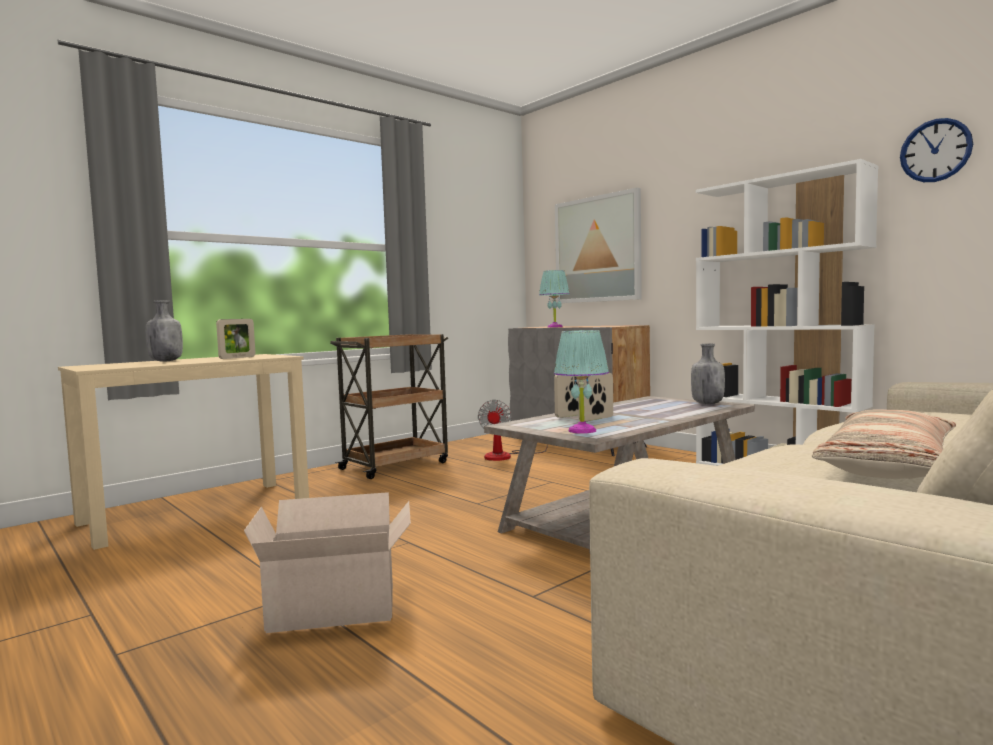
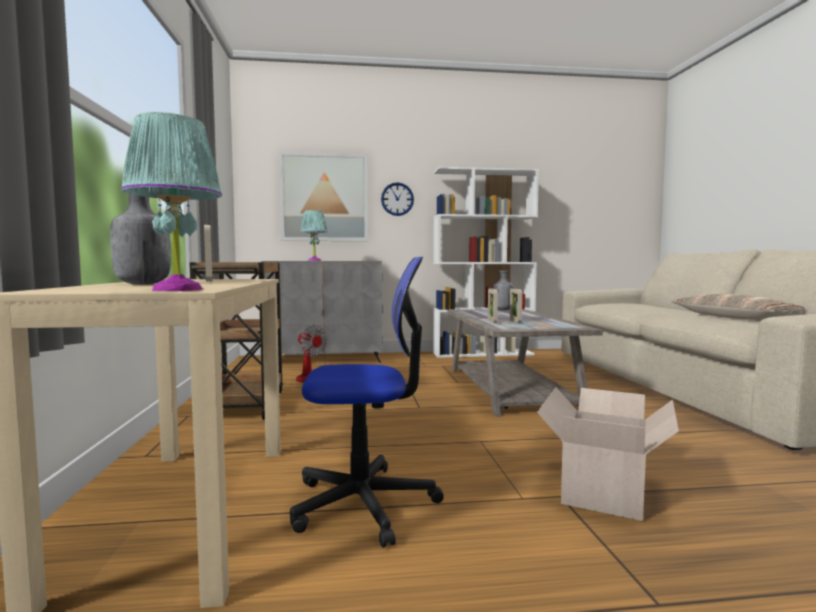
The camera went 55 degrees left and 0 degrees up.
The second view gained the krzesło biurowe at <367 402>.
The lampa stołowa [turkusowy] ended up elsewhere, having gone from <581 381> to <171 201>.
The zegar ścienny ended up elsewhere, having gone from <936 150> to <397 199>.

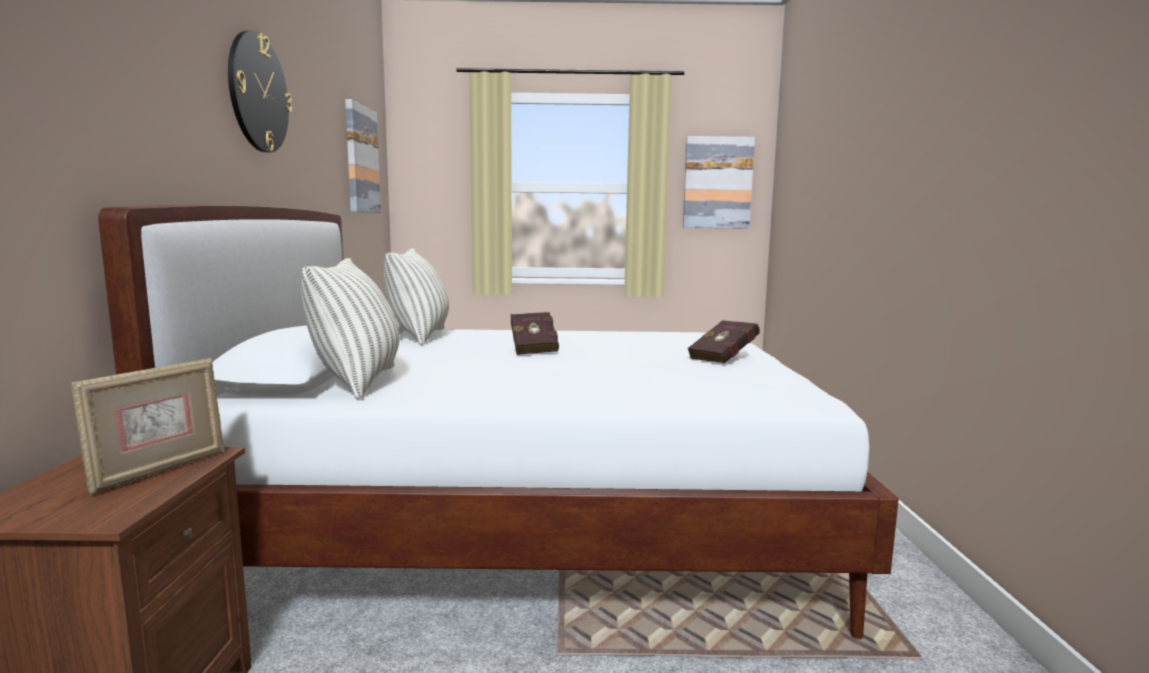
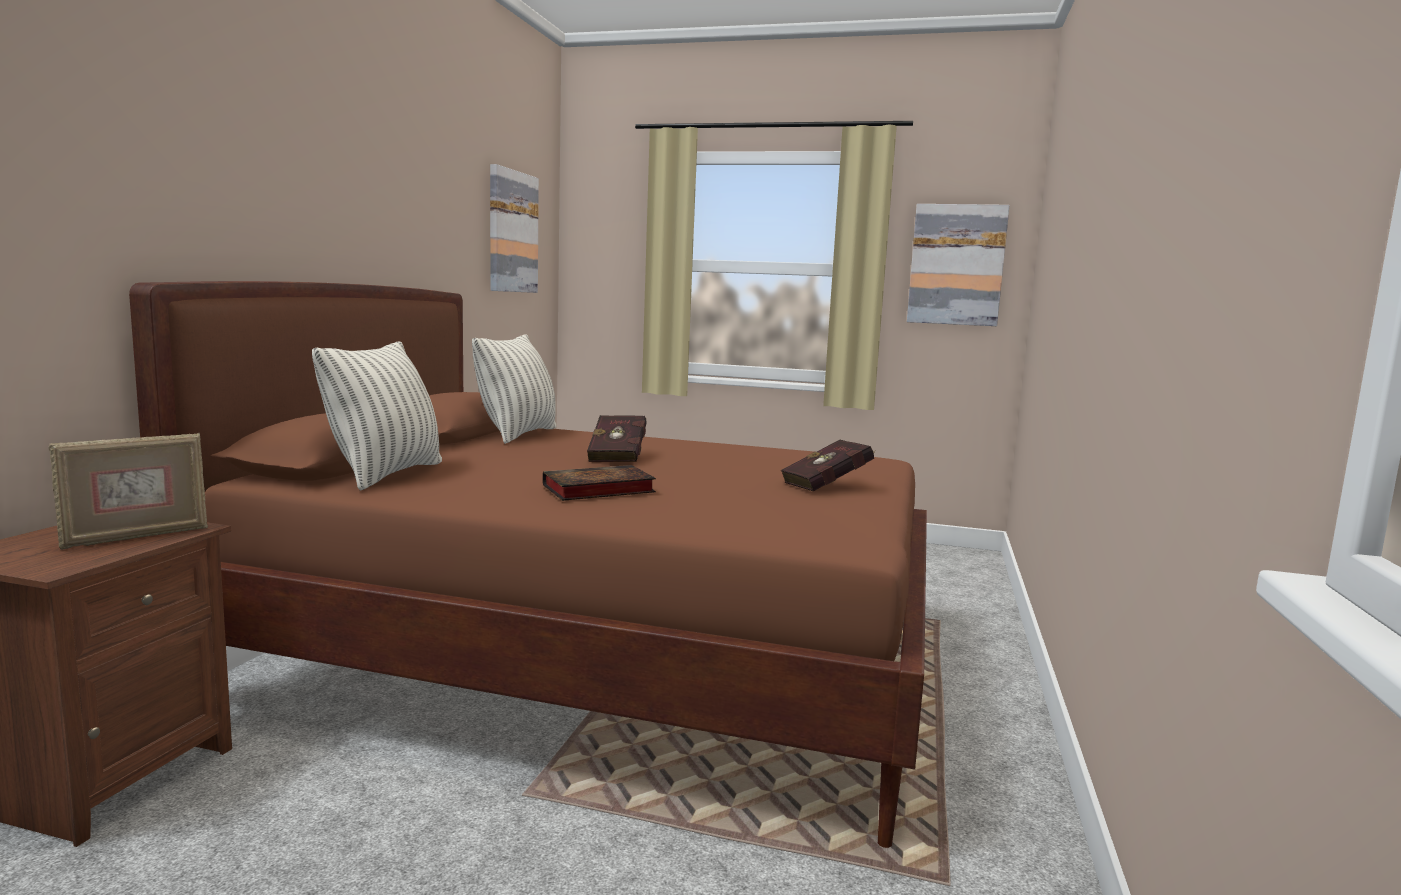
The camera went 15 degrees right and 0 degrees up.
The second view lost the zegar ścienny at <260 91>.
The second view gained the książka at <599 483>.
What was the łóżko [biały] at <498 422> turned into the łóżko [brązowy] at <528 564>.

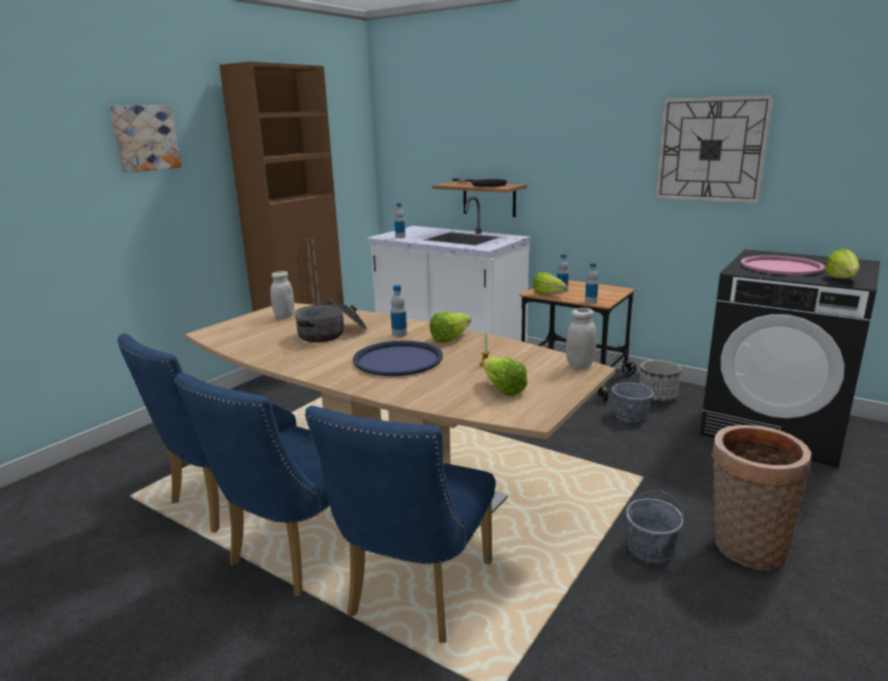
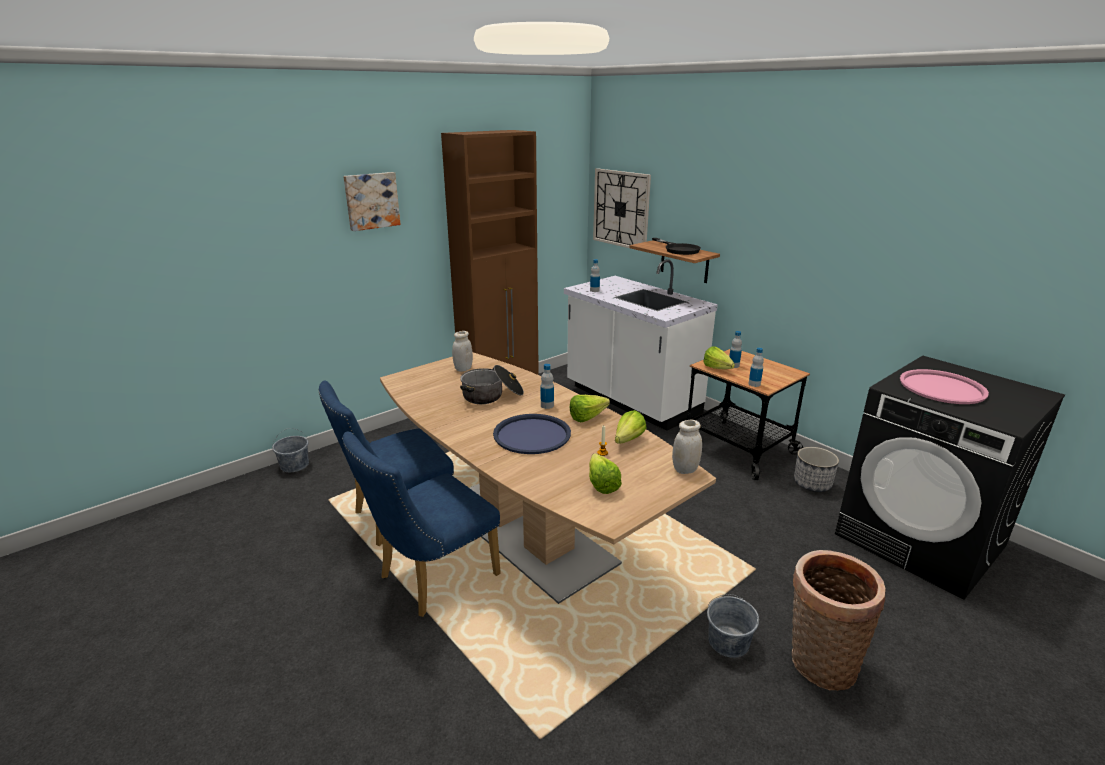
The camera went 15 degrees right and 5 degrees up.
The second view lost the krzesło [niebieski] at <400 524>.
The wiadro [szary] ended up elsewhere, having gone from <633 396> to <290 450>.
The zegar ścienny ended up elsewhere, having gone from <714 149> to <622 210>.
The sałata ended up elsewhere, having gone from <842 264> to <630 427>.

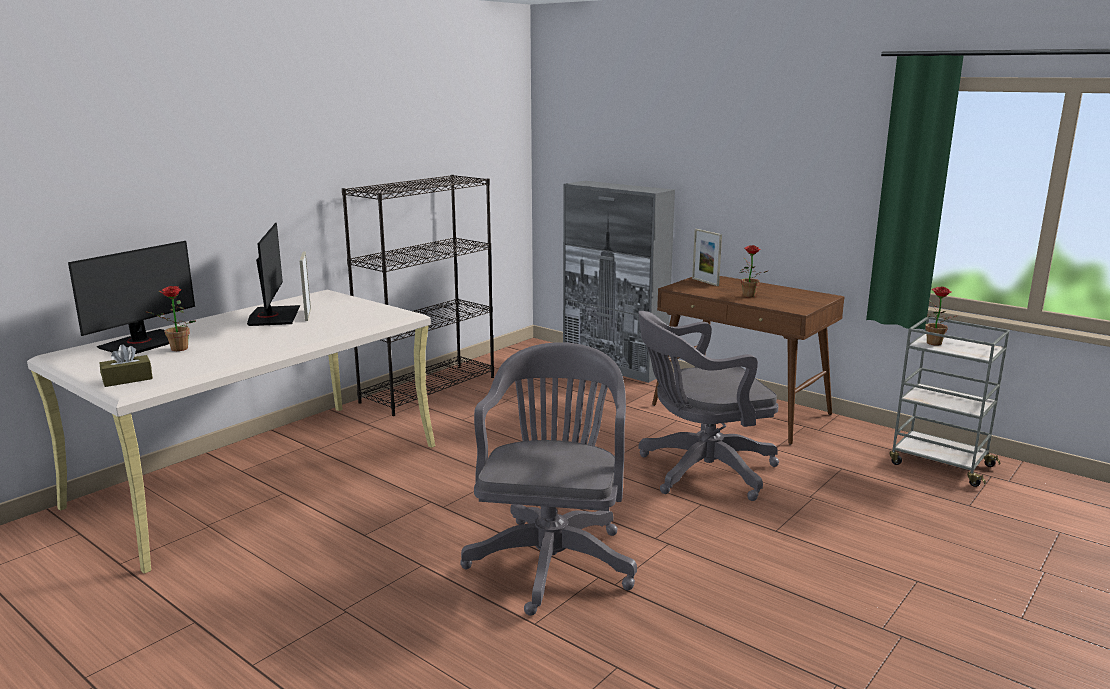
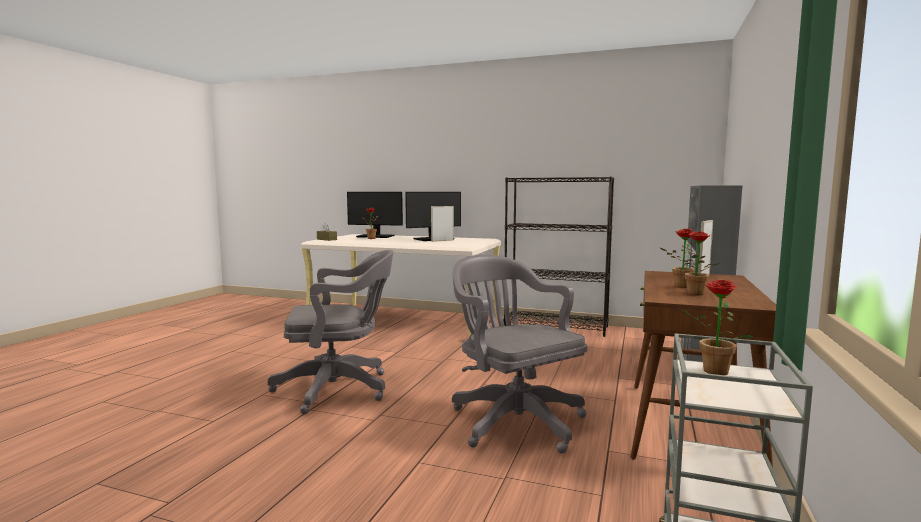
The camera went 70 degrees right and 10 degrees down.
The second view gained the roślina doniczkowa at <702 263>.

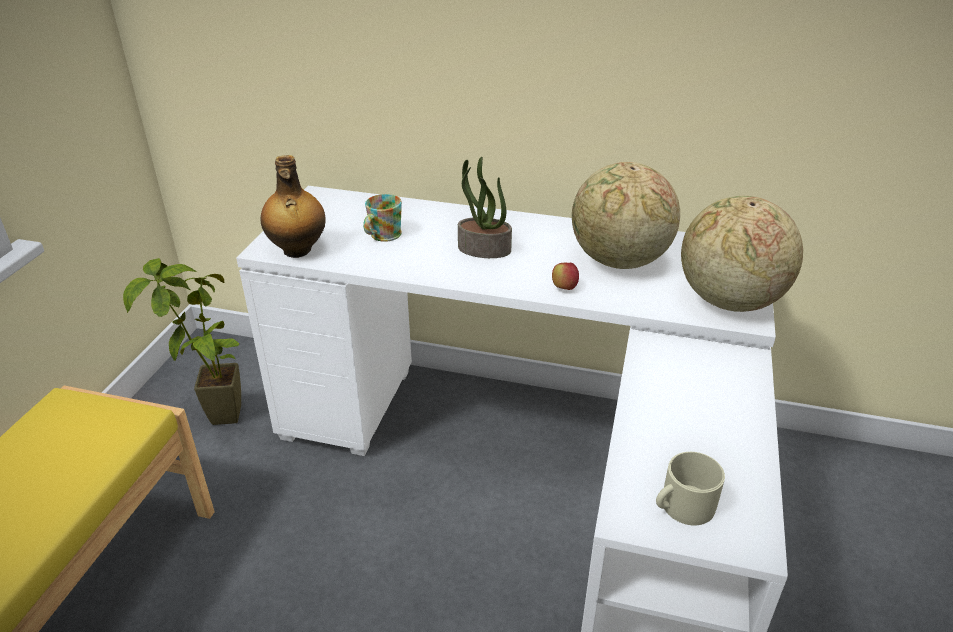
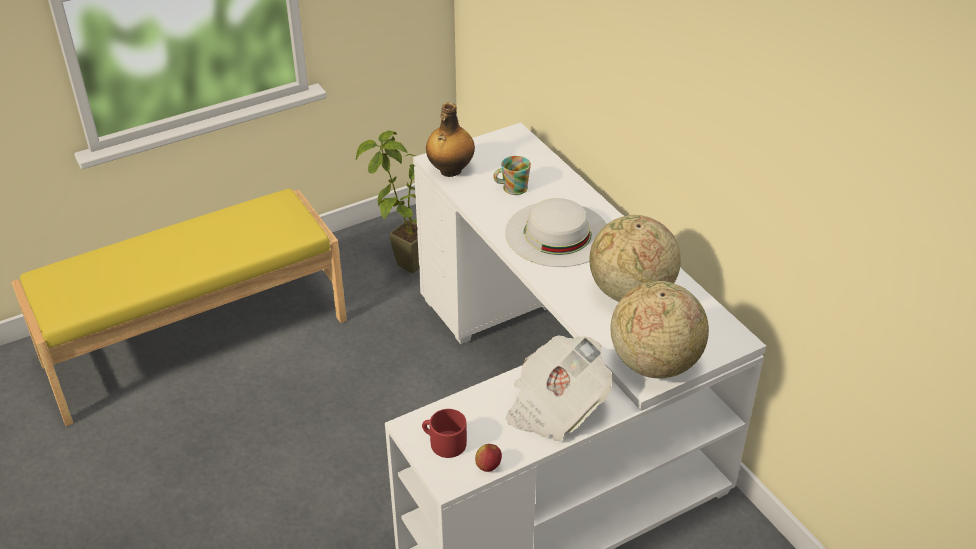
The camera went 45 degrees right and 5 degrees up.
The second view gained the gazeta at <559 388>.
The jabłko ended up elsewhere, having gone from <565 276> to <488 458>.
Where the roślina doniczkowa stood at <485 207>, the kapelusz [biały] came to stand at <556 232>.
What was the kubek [beżowy] at <690 488> turned into the kubek [czerwony] at <444 433>.

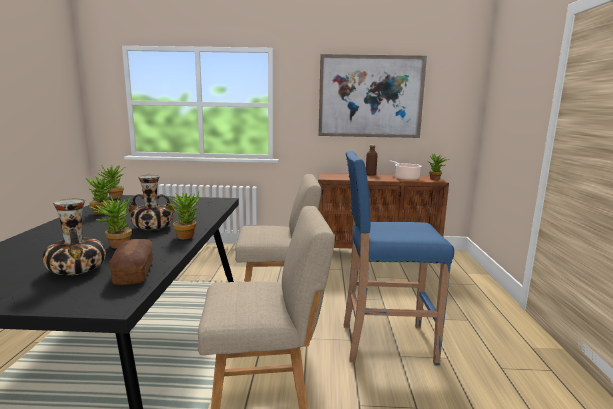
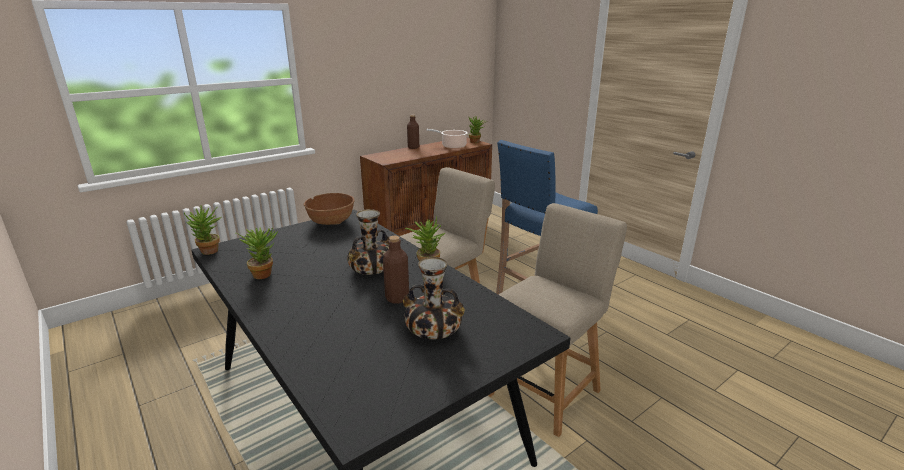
The camera went 40 degrees left and 10 degrees up.
The second view lost the chleb at <131 262>.
The second view lost the obraz at <372 96>.
The second view gained the miska [brązowy] at <329 209>.
Where the roślina doniczkowa stood at <110 221>, the butelka [brązowy] came to stand at <396 270>.

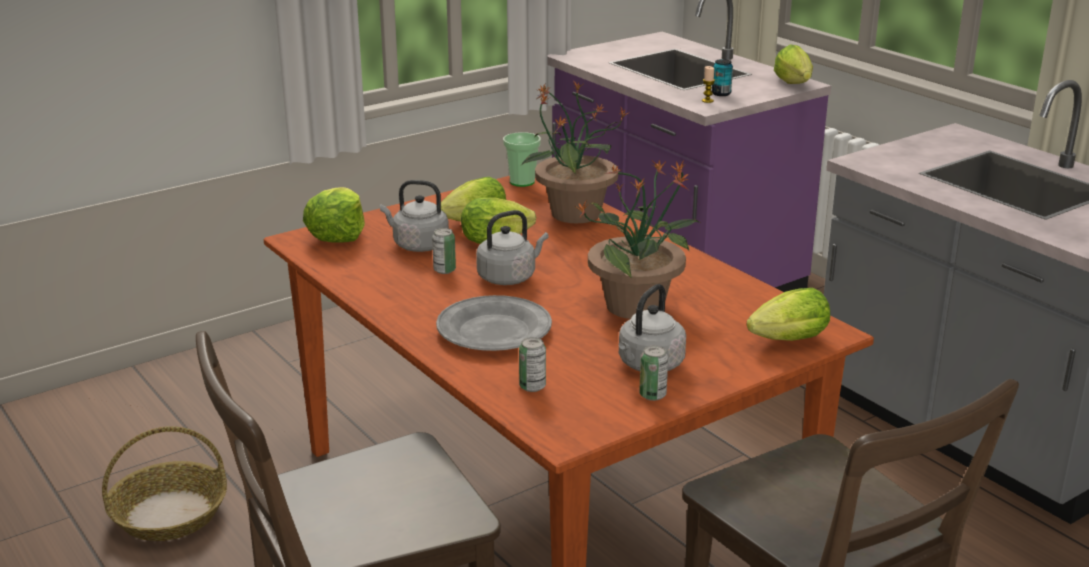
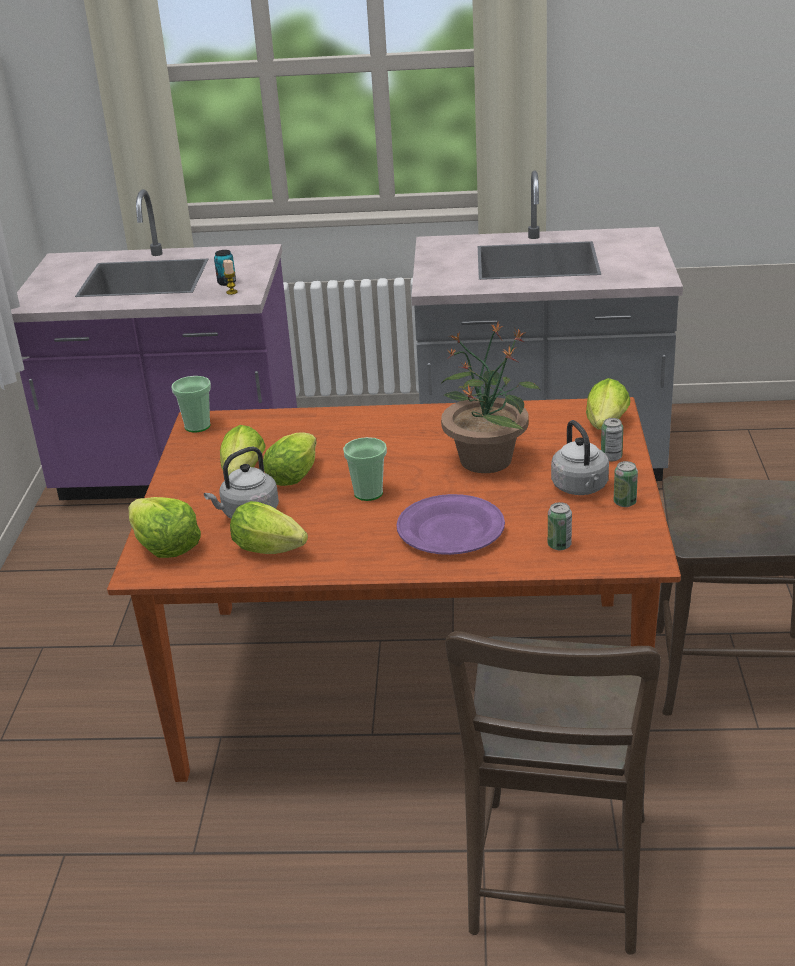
The camera went 50 degrees left and 5 degrees up.
The second view lost the koszyk at <164 483>.
The second view lost the roślina doniczkowa at <575 152>.
The puszka ended up elsewhere, having gone from <444 251> to <612 439>.
The sałata ended up elsewhere, having gone from <793 64> to <269 527>.
Where the czajnik [szary] stood at <512 247>, the filiżanka came to stand at <365 469>.
What was the talerz [szary] at <494 323> turned into the talerz [fioletowy] at <451 524>.

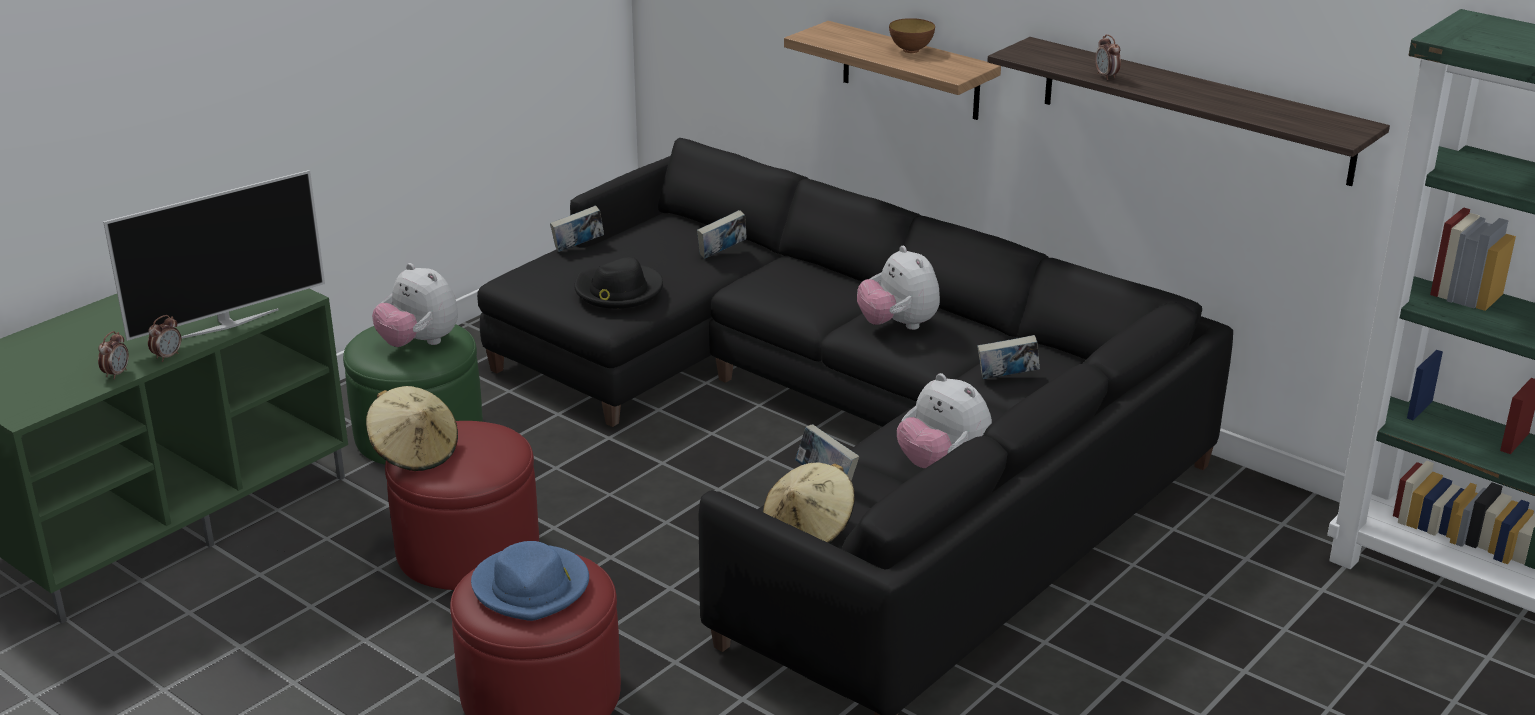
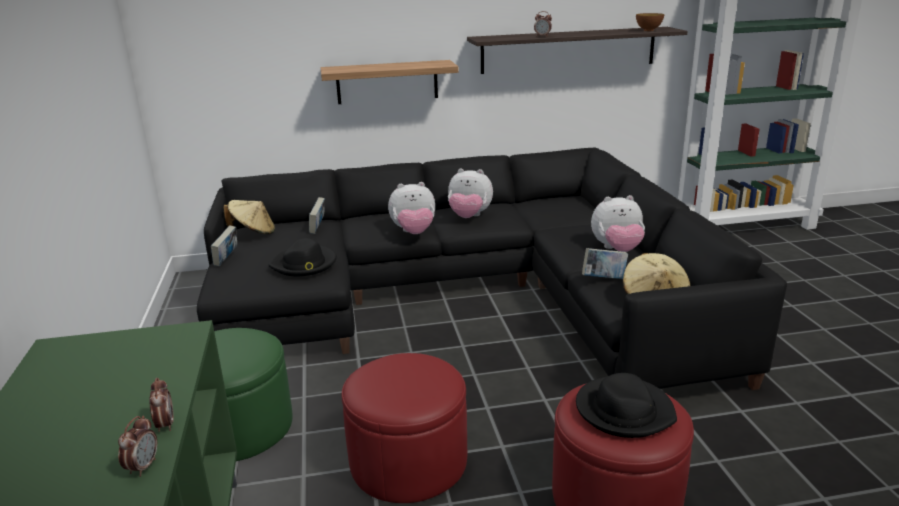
The camera went 50 degrees left and 5 degrees down.
The second view lost the telewizor at <214 255>.
The second view lost the książka at <1008 357>.
The kapelusz [beżowy] ended up elsewhere, having gone from <412 428> to <249 217>.
The pluszak ended up elsewhere, having gone from <415 305> to <411 208>.
The miska ended up elsewhere, having gone from <912 35> to <650 22>.
What was the kapelusz [niebieski] at <530 581> turned into the kapelusz [czarny] at <626 405>.
The budzik at <113 355> ended up facing another way, 45 degrees clockwise from before.

